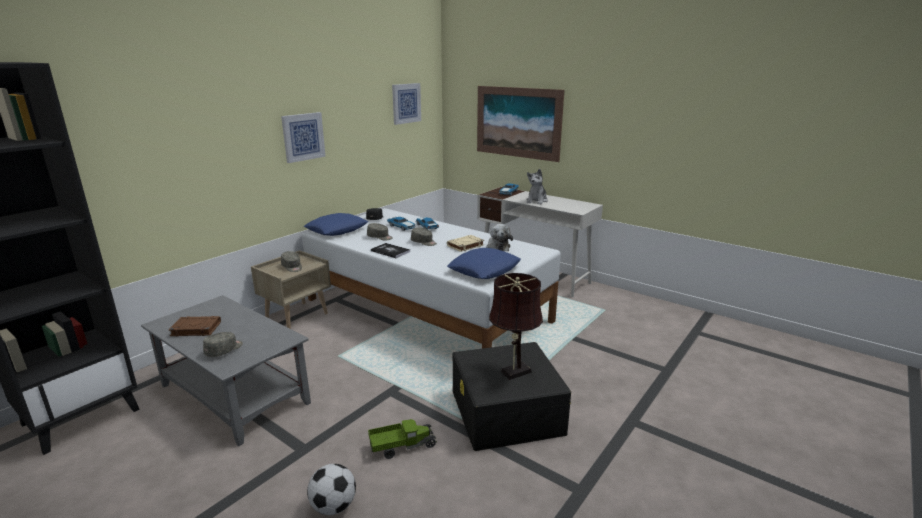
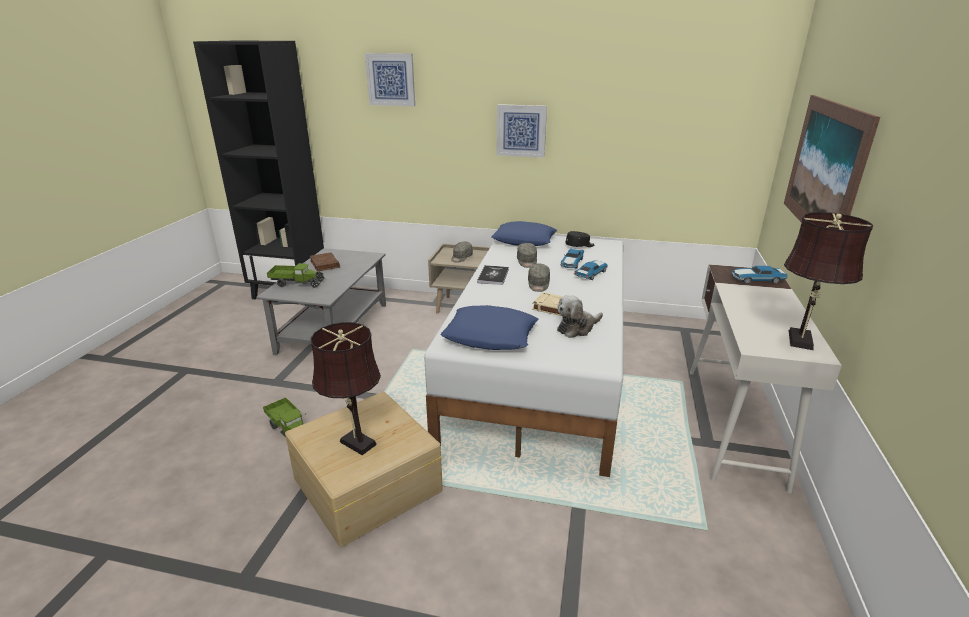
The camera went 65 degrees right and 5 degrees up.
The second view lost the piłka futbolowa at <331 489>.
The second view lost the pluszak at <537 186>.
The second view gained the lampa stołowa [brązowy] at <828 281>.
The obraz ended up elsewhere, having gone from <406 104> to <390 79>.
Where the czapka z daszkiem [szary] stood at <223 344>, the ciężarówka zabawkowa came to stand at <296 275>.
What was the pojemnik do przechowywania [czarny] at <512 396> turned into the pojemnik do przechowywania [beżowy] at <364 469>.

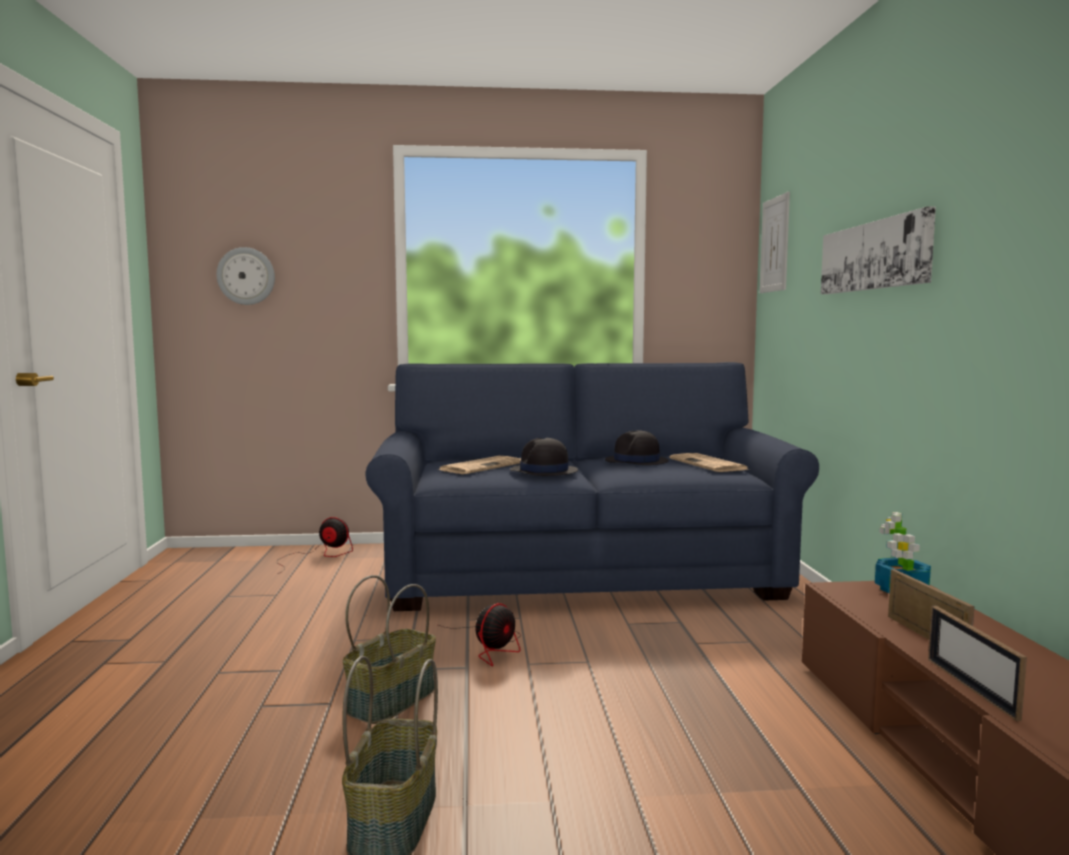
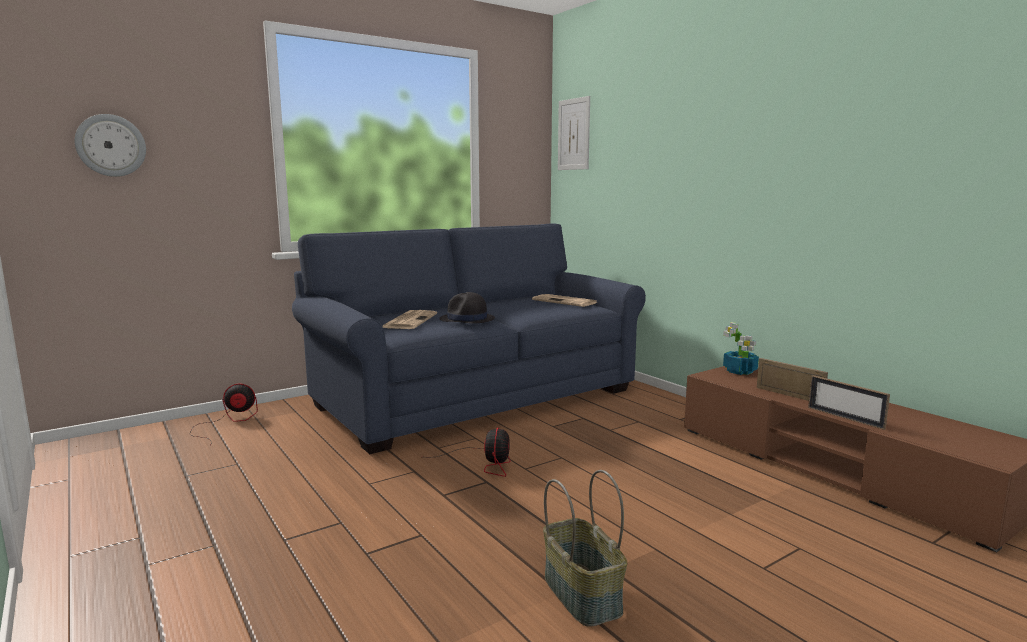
The camera went 30 degrees left and 5 degrees up.
The second view lost the koszyk at <389 649>.
The second view lost the kapelusz [czarny] at <637 447>.
The second view lost the obraz at <878 250>.

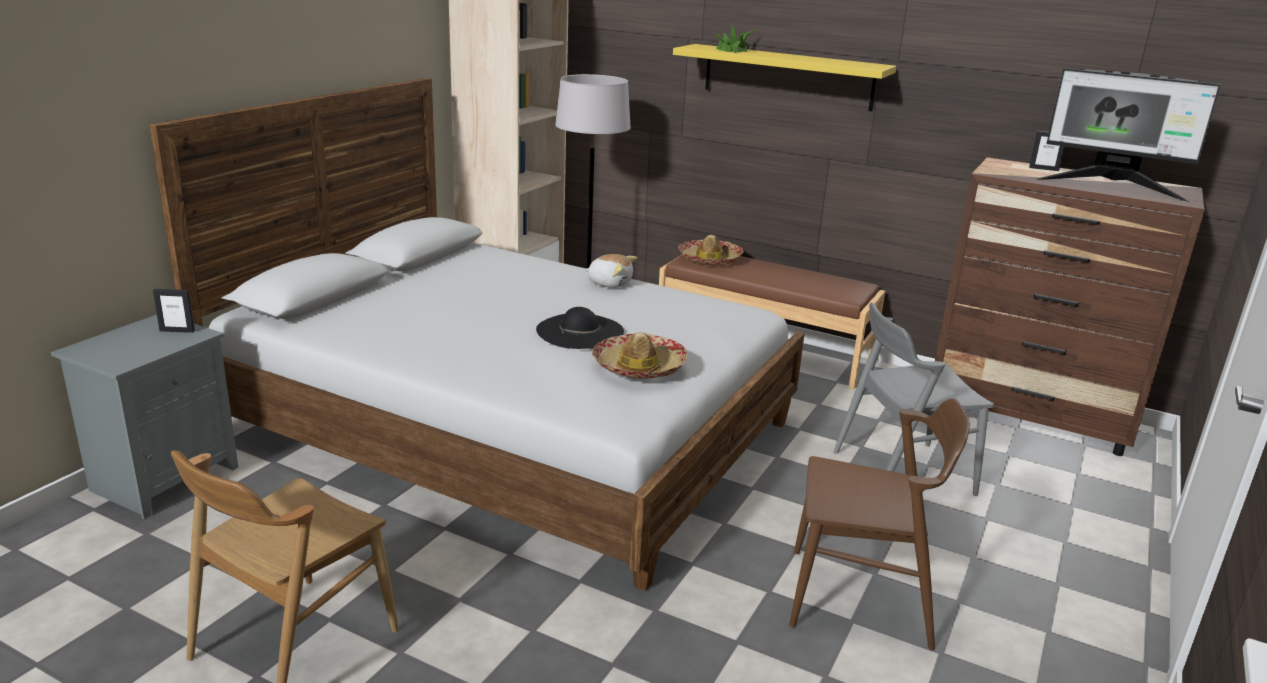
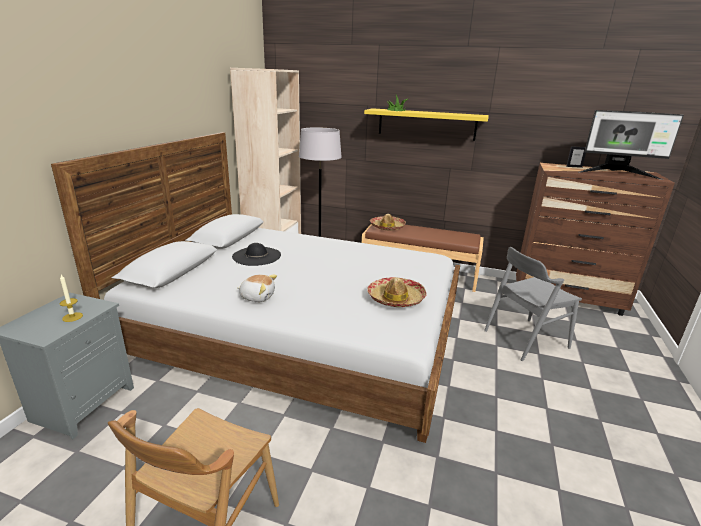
The camera went 10 degrees left and 0 degrees up.
The second view lost the ramka na zdjęcie at <174 311>.
The second view lost the krzesło [brązowy] at <879 524>.
The second view gained the świeca at <71 298>.
The kapelusz [czarny] ended up elsewhere, having gone from <580 328> to <256 254>.
The pluszak ended up elsewhere, having gone from <611 271> to <257 288>.

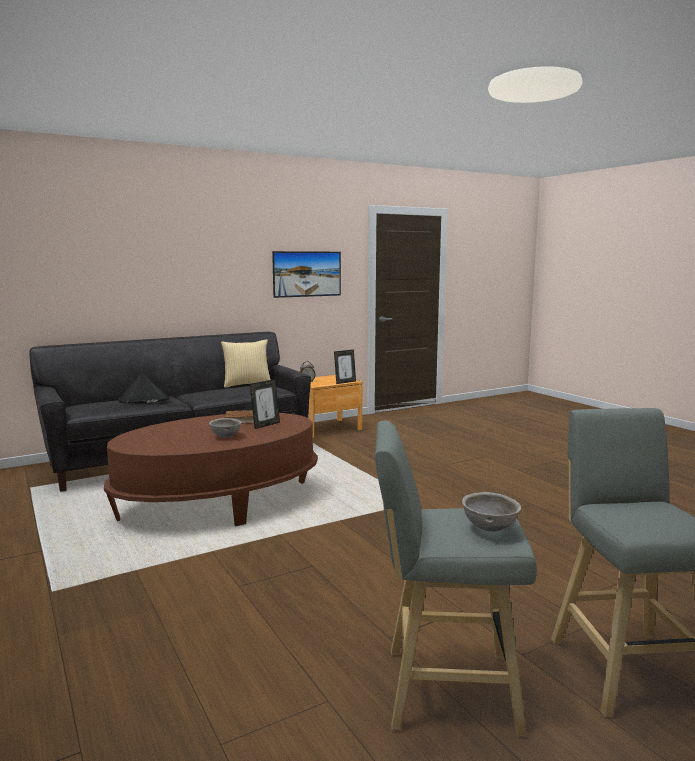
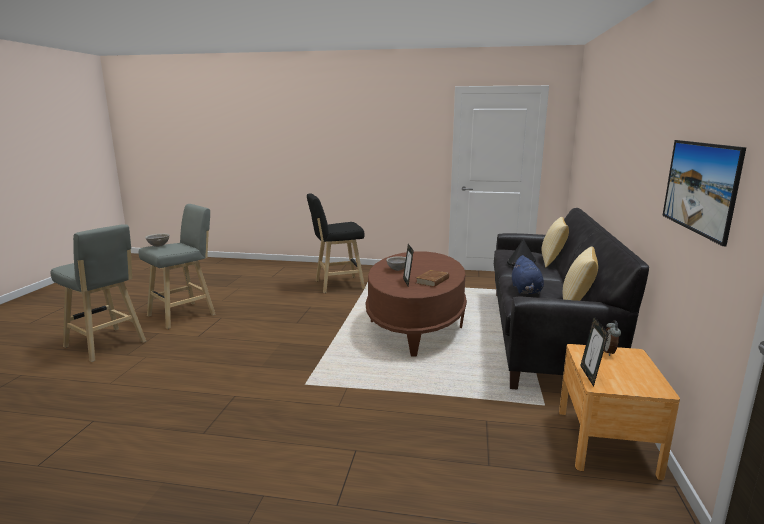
The camera went 130 degrees right and 5 degrees up.
The second view gained the stołek [czarny] at <336 243>.
The second view gained the pluszak [niebieski] at <528 274>.
The second view gained the poduszka at <555 242>.

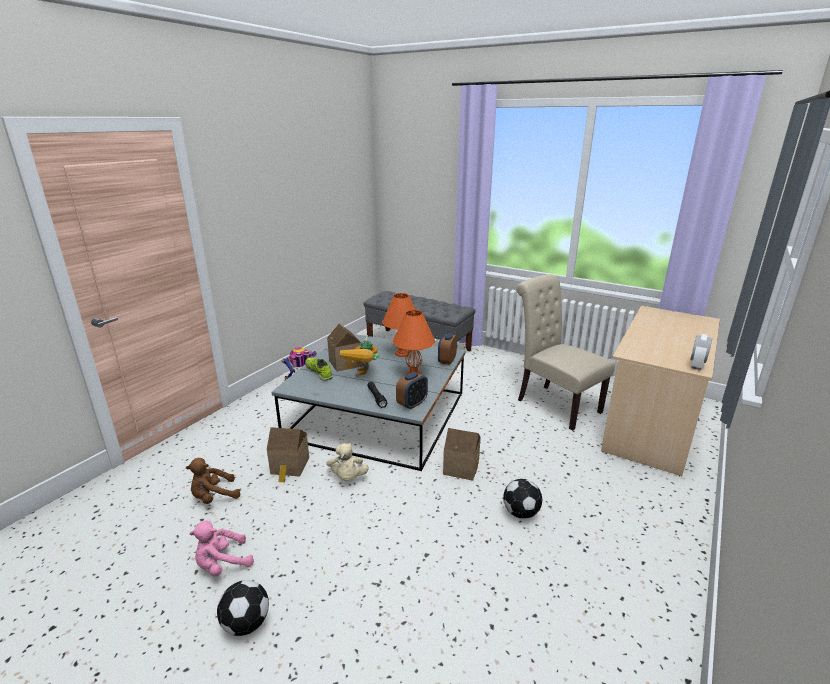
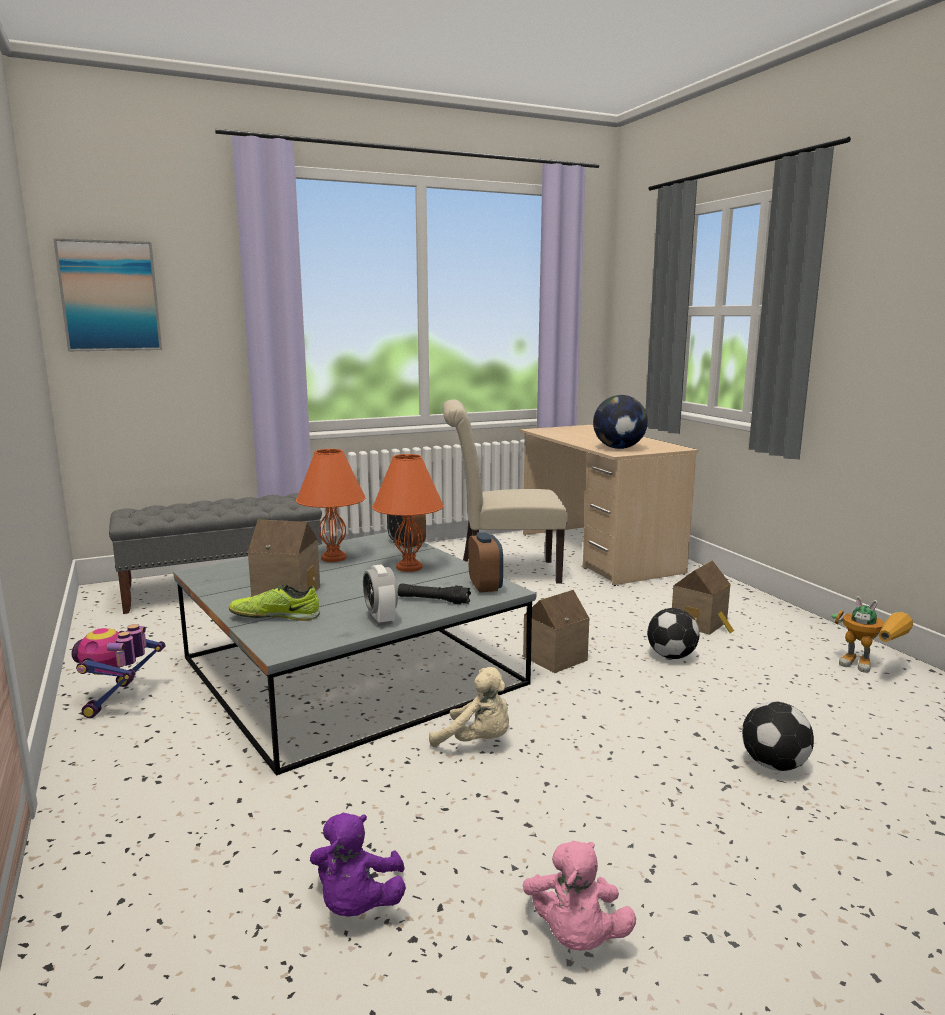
The camera went 55 degrees left and 10 degrees down.
The second view gained the obraz at <107 294>.
The second view gained the globus at <620 422>.
The piłka futbolowa ended up elsewhere, having gone from <243 608> to <778 736>.
The domek ended up elsewhere, having gone from <288 455> to <703 597>.
The robot zabawkowy ended up elsewhere, having gone from <360 356> to <872 634>.
The budzik ended up elsewhere, having gone from <701 352> to <380 595>.
What was the pluszak [brązowy] at <213 481> turned into the pluszak [fioletowy] at <358 865>.

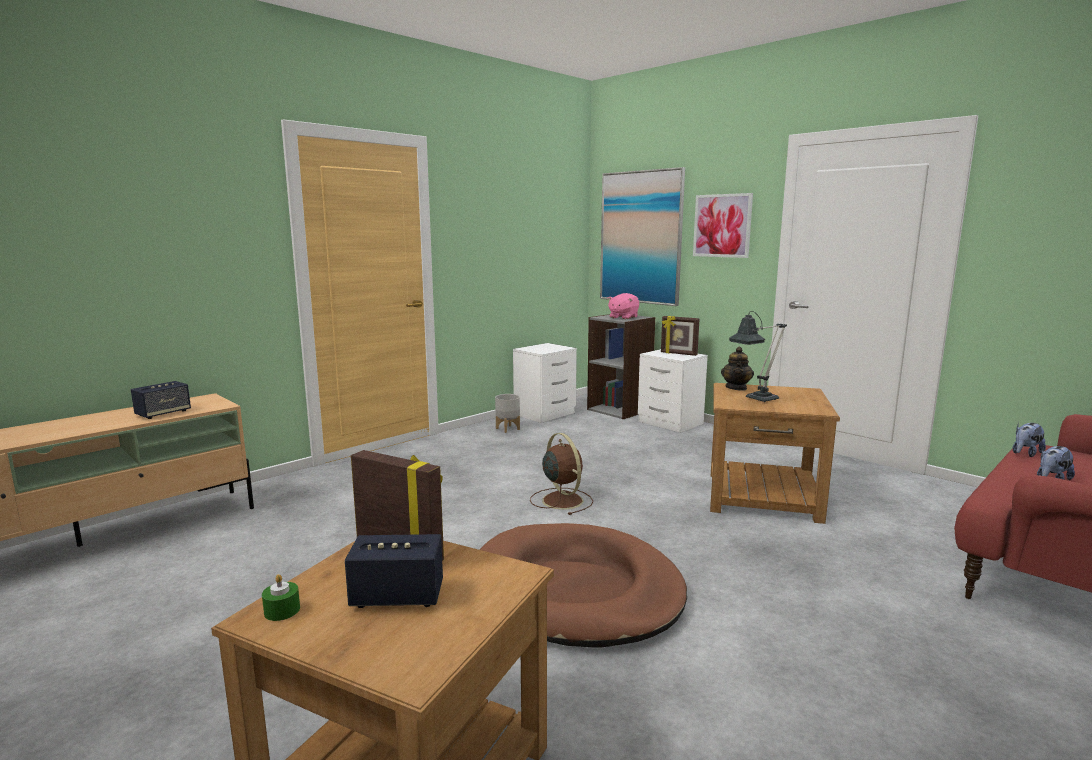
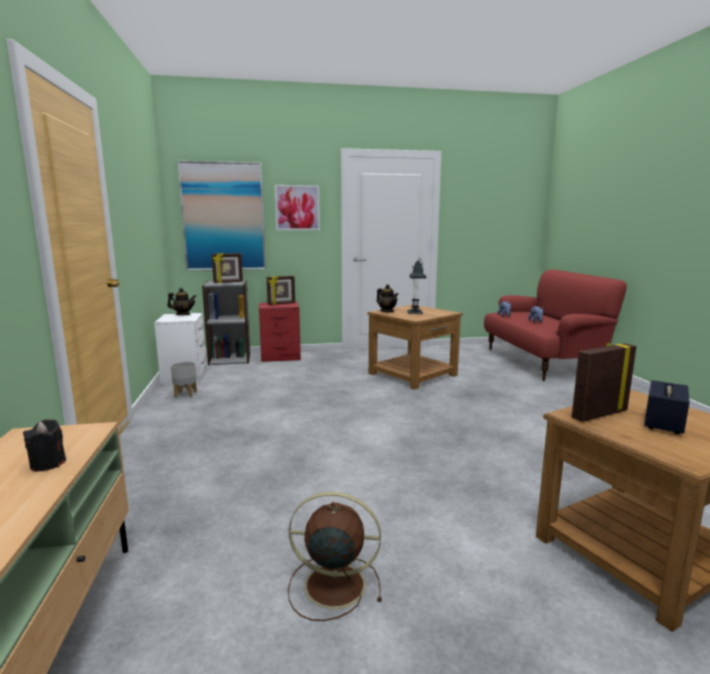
The camera went 55 degrees left and 0 degrees up.
The second view lost the świeca [zielony] at <281 597>.
The second view lost the legowisko [brązowy] at <583 585>.
The second view gained the imbryk at <181 301>.
The wentylator [brązowy] ended up elsewhere, having gone from <561 474> to <335 556>.
Where the głośnik stood at <161 400>, the świeca [czarny] came to stand at <44 445>.
Where the pluszak [różowy] stood at <623 306>, the ramka na zdjęcie came to stand at <227 268>.
What was the szafka nocna [biały] at <673 391> turned into the szafka nocna [czerwony] at <280 332>.

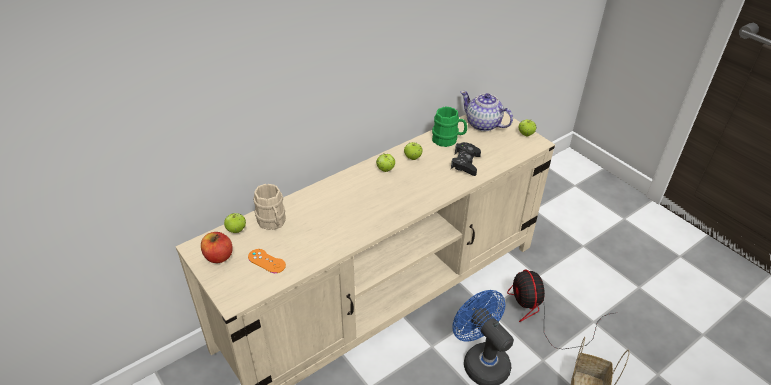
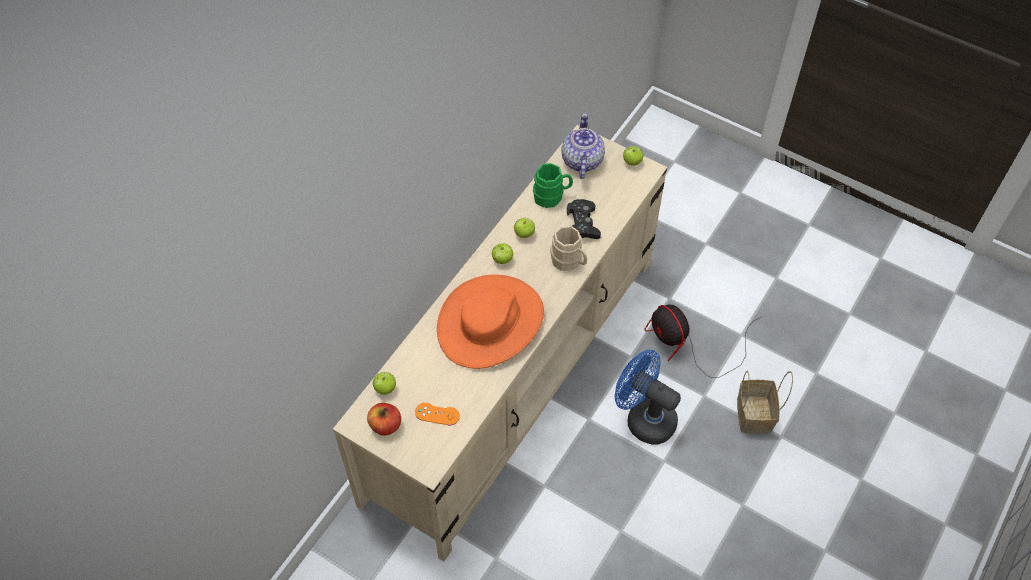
The camera went 20 degrees left and 15 degrees up.
The second view gained the kapelusz [pomarańczowy] at <490 321>.
The kubek [beżowy] ended up elsewhere, having gone from <269 207> to <568 248>.
The imbryk at <487 111> ended up facing another way, 75 degrees clockwise from before.

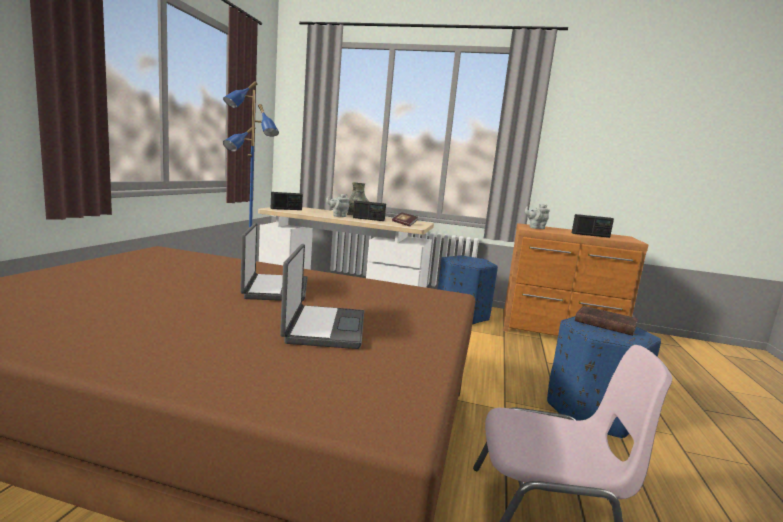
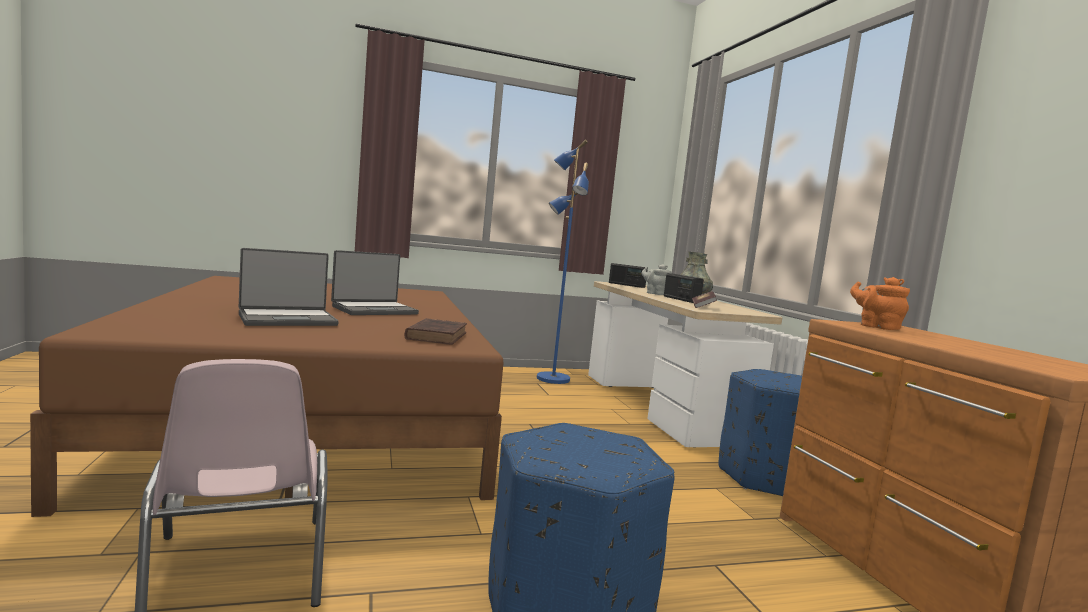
The camera went 60 degrees right and 5 degrees down.
The second view lost the radio at <593 226>.
The książka [brązowy] ended up elsewhere, having gone from <606 321> to <435 331>.
What was the imbryk [szary] at <537 216> turned into the imbryk [pomarańczowy] at <880 303>.

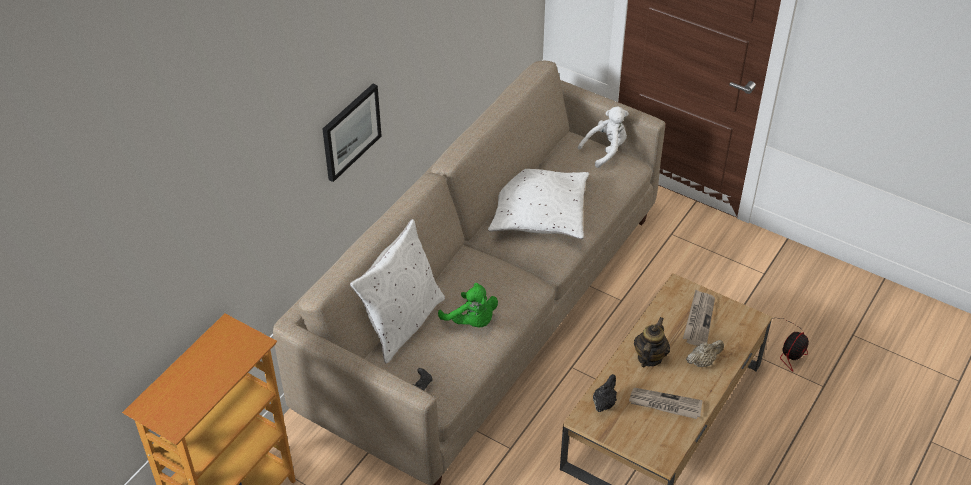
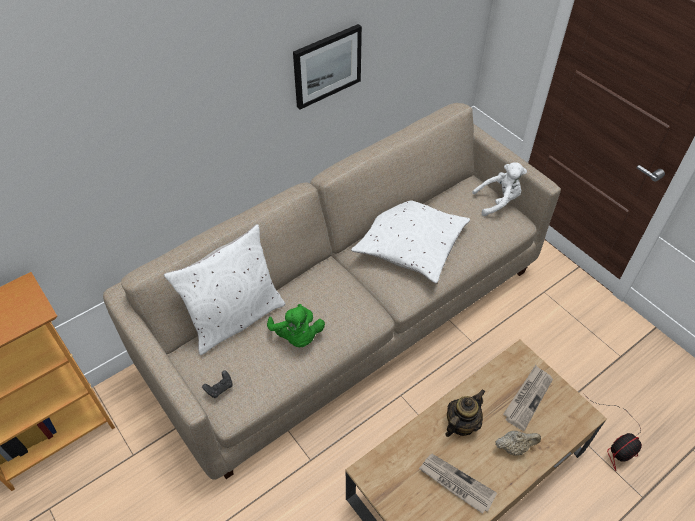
The camera went 20 degrees right and 5 degrees up.
The second view lost the imbryk [czarny] at <605 393>.
The obraz ended up elsewhere, having gone from <352 133> to <327 66>.

